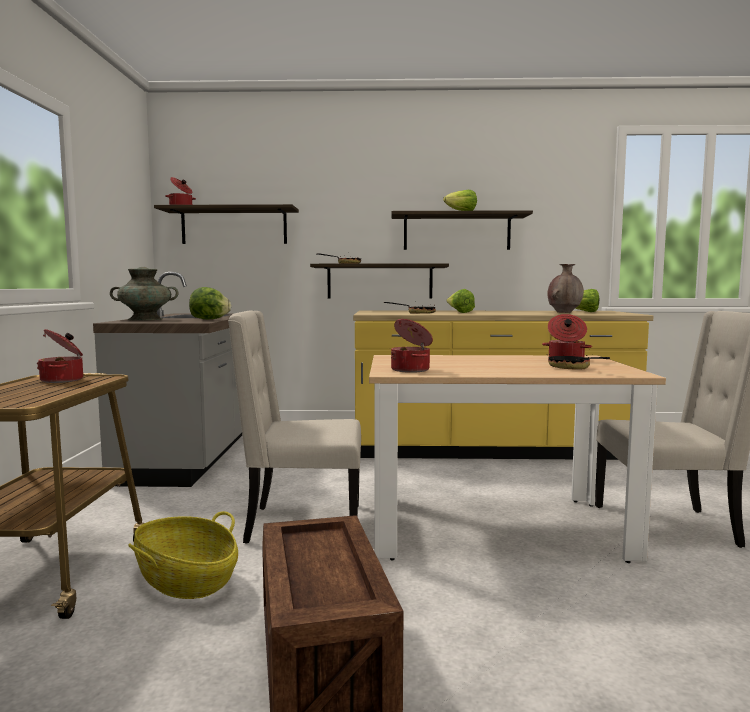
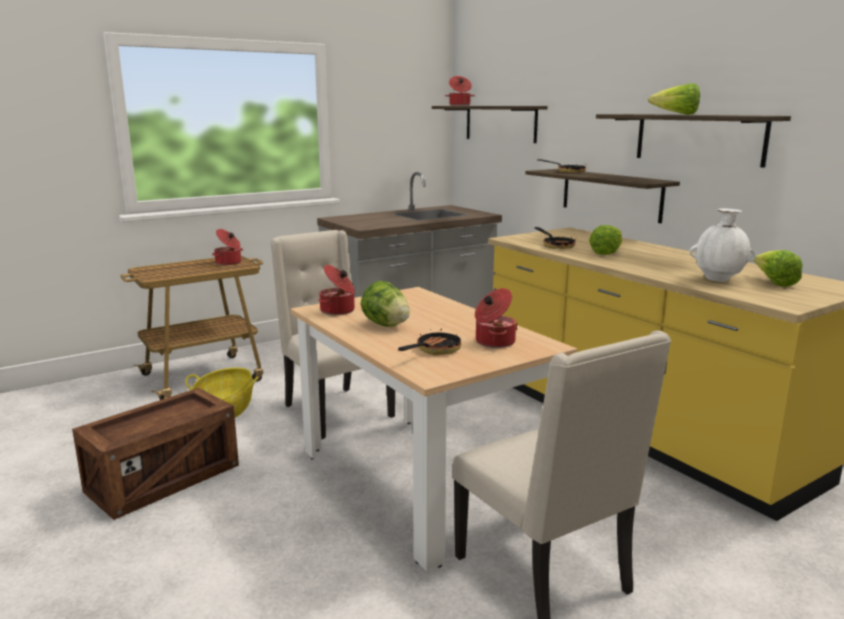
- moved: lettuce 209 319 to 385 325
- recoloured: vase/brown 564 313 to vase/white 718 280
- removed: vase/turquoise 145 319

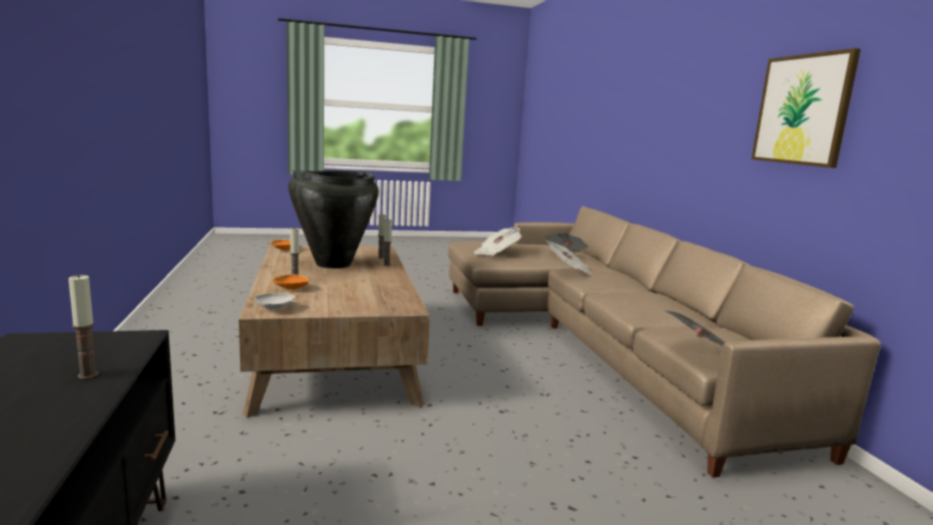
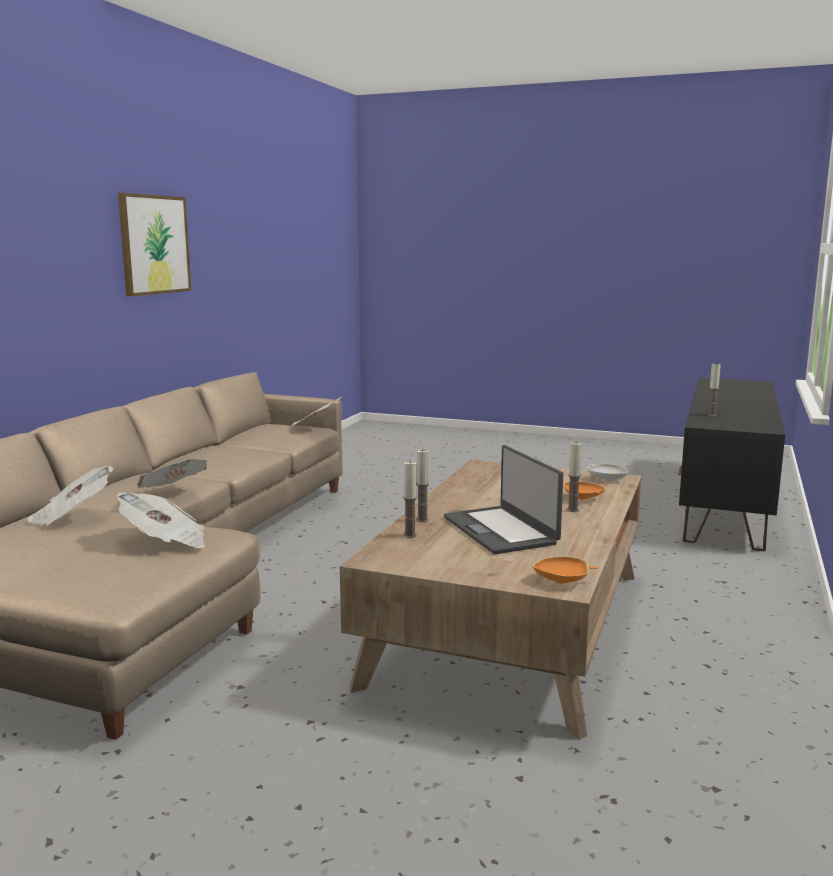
- replaced: vase/black 333 264 to laptop 501 530

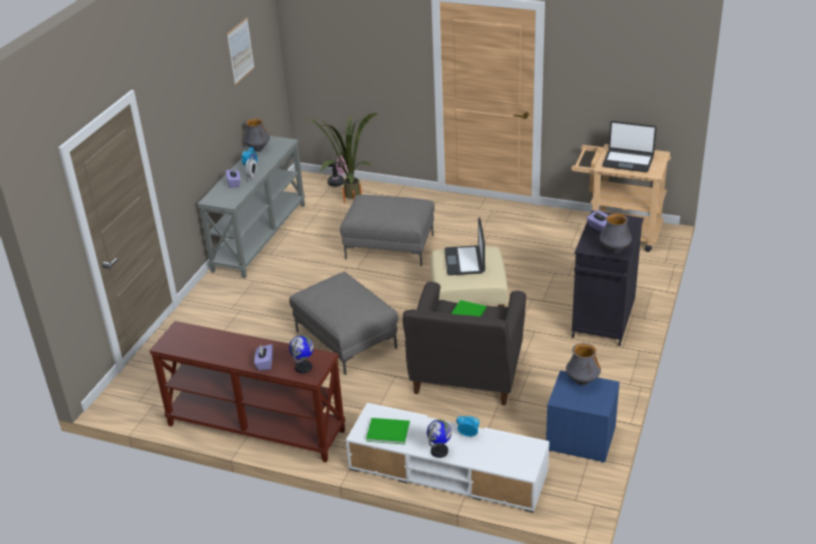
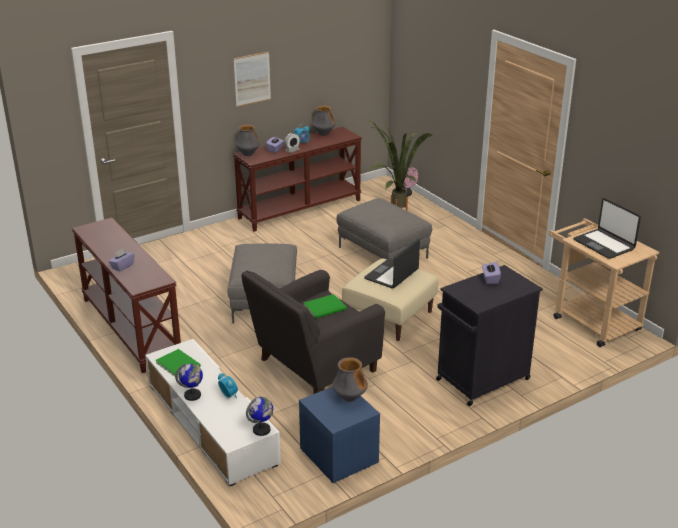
- moved: picture 240 51 to 252 79
- recoloured: console table/grey 259 237 to console table/brown 300 209
- moved: vase 614 250 to 248 154
- moved: globe 304 367 to 261 430

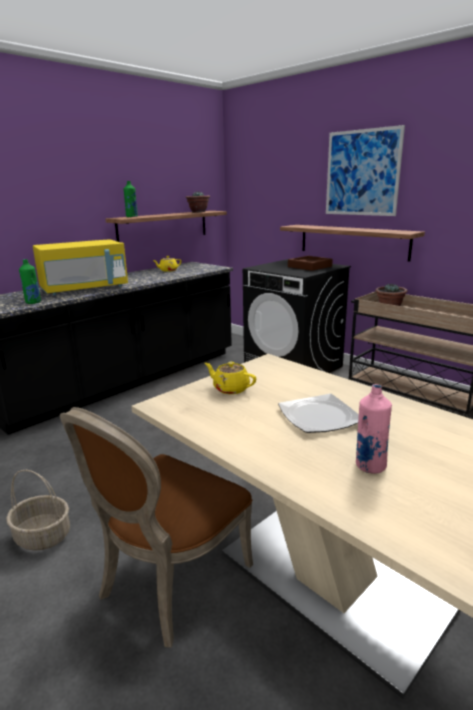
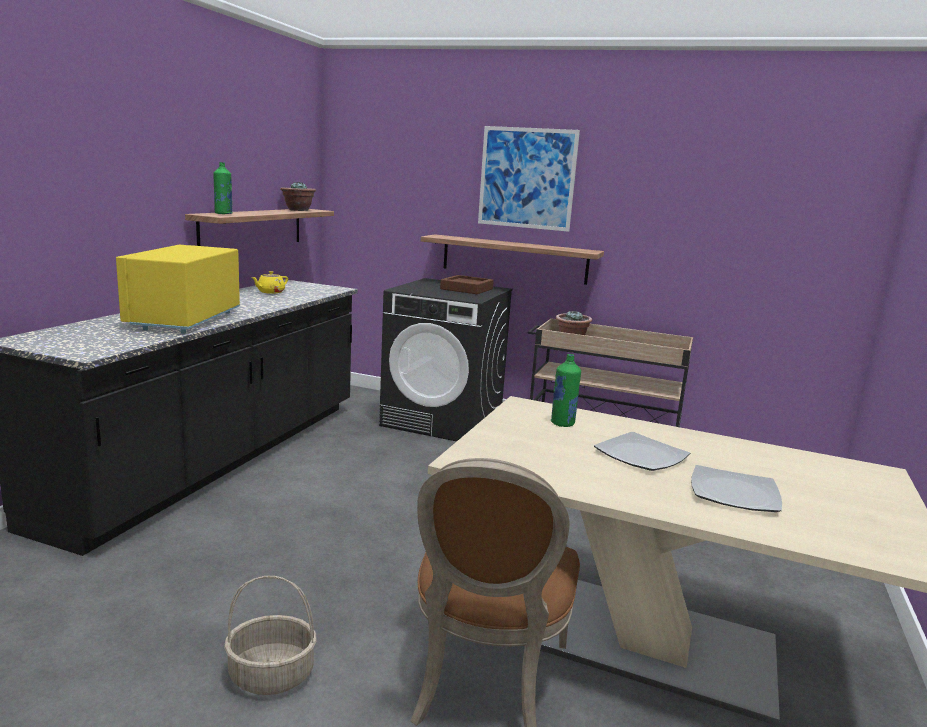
- turned: microwave/yellow 85 289 = 184 319 150 degrees clockwise
- moved: bottle/green 33 302 to 562 423
- replaced: bottle/pink 370 466 to plate 733 492
- removed: teapot/yellow 230 389

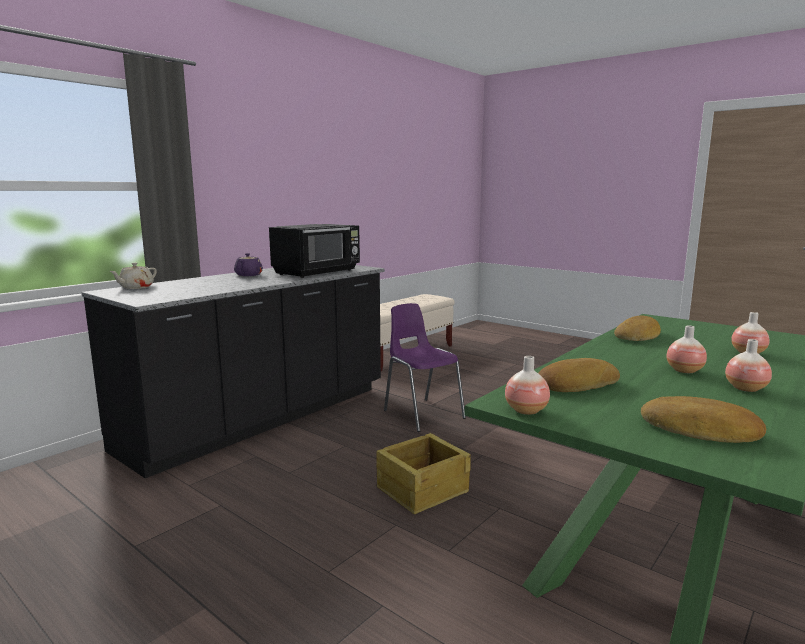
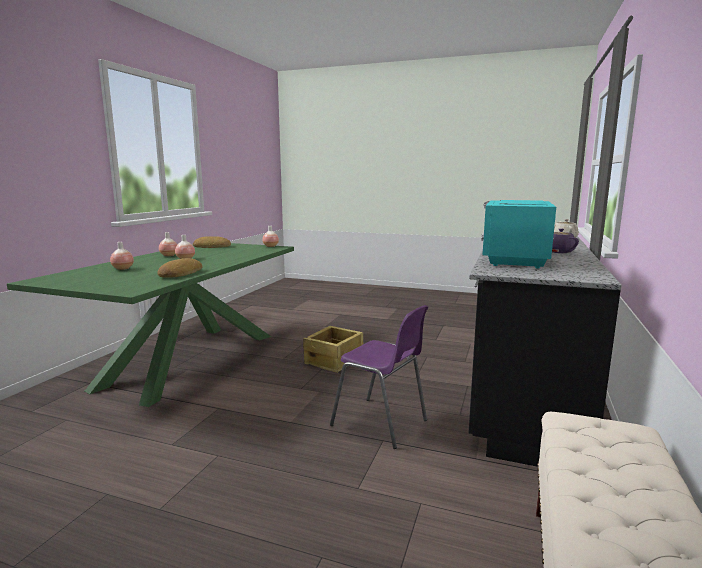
- recoloured: microwave/black 318 272 to microwave/turquoise 513 259
- removed: bread 575 384

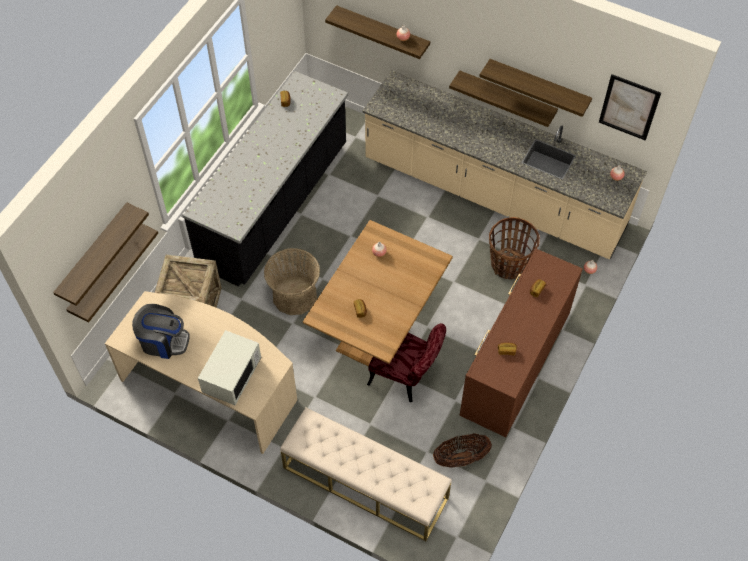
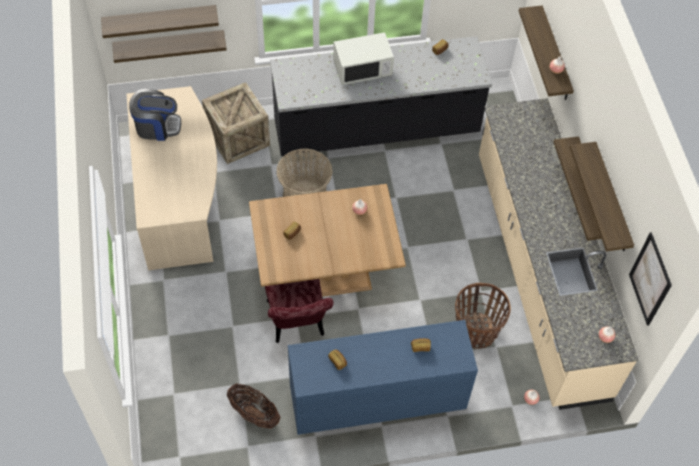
- turned: coffee machine 163 341 = 157 126 60 degrees counterclockwise
- recoloured: dresser/brown 514 366 to dresser/blue 376 399
- moved: microwave/white 232 375 to 362 69
- removed: bench/beige 365 483

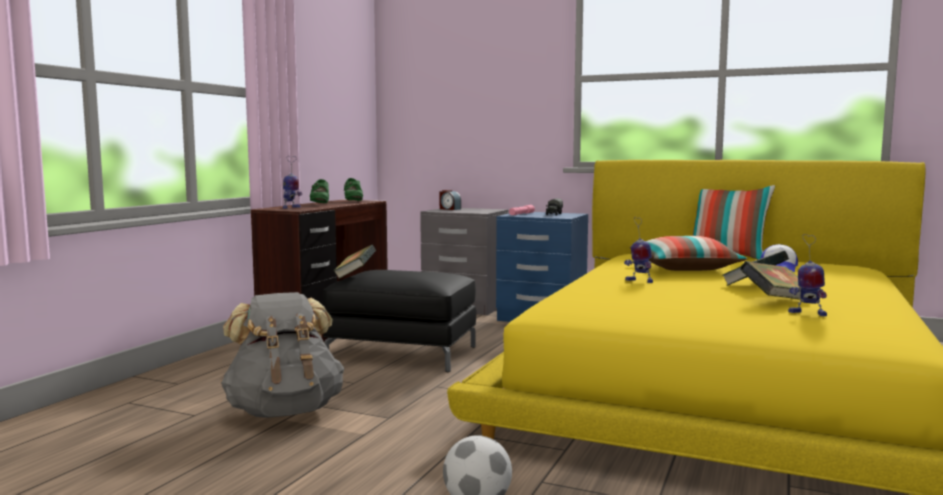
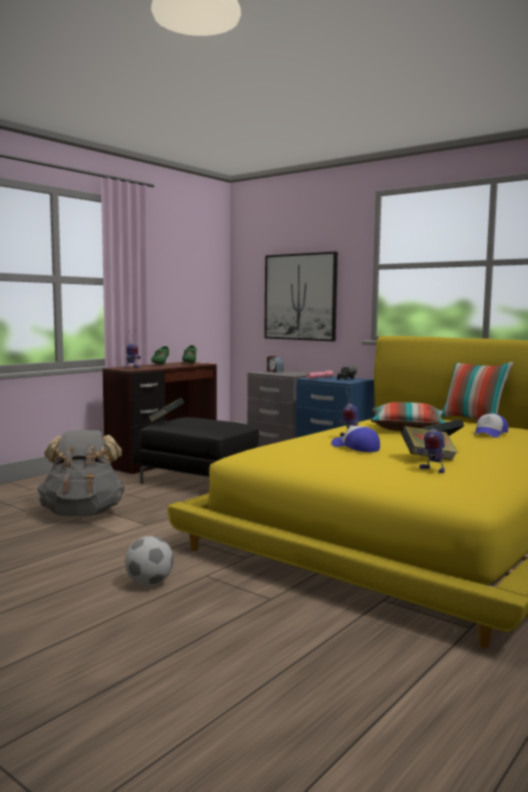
- added: picture 300 297
- added: cap 355 447

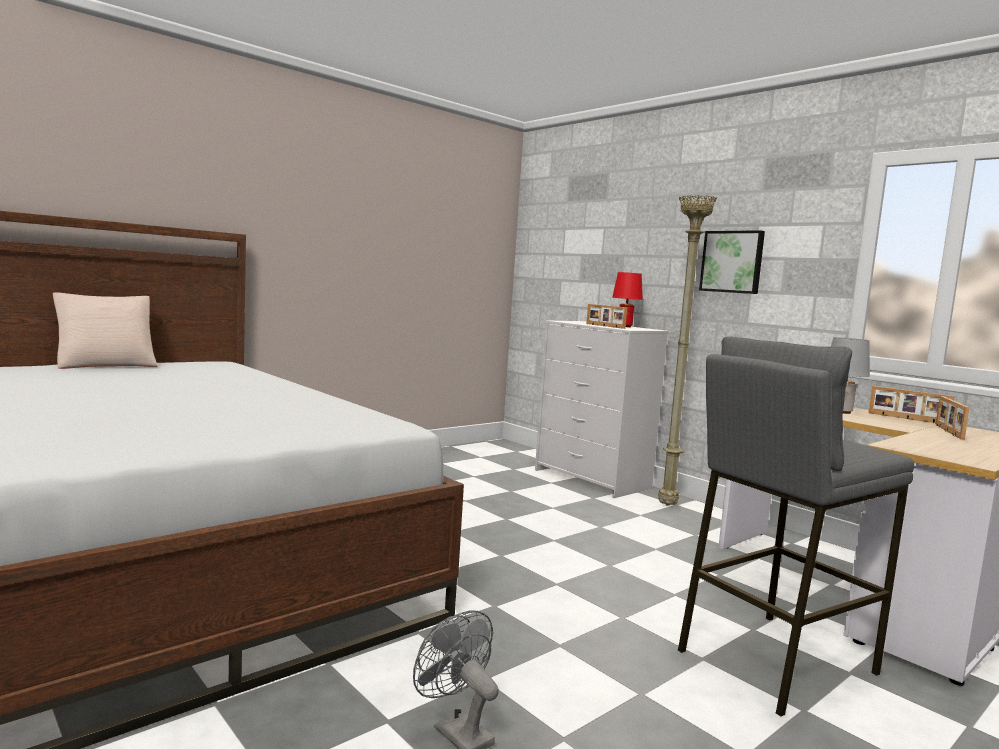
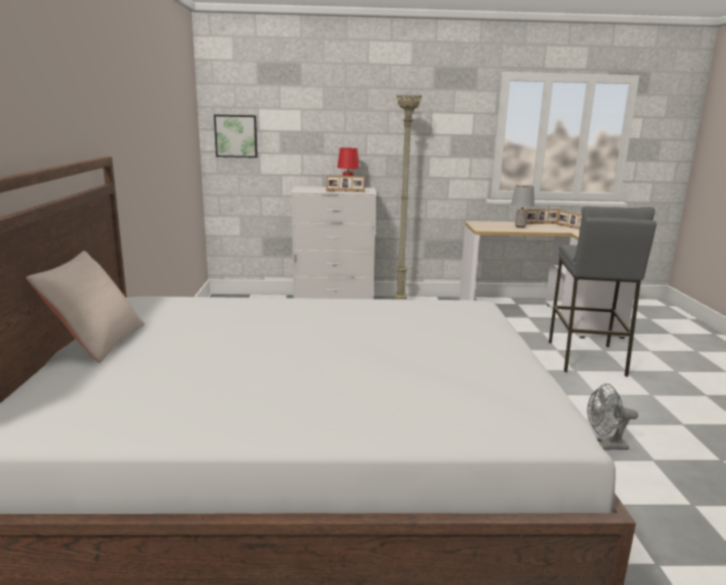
- moved: picture 732 262 to 236 136

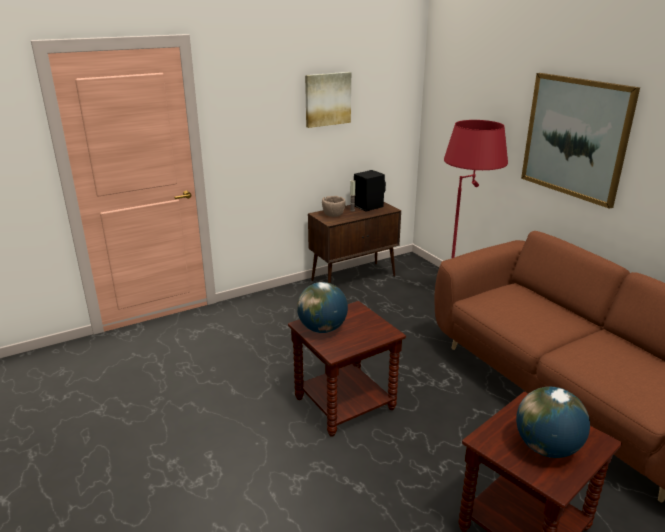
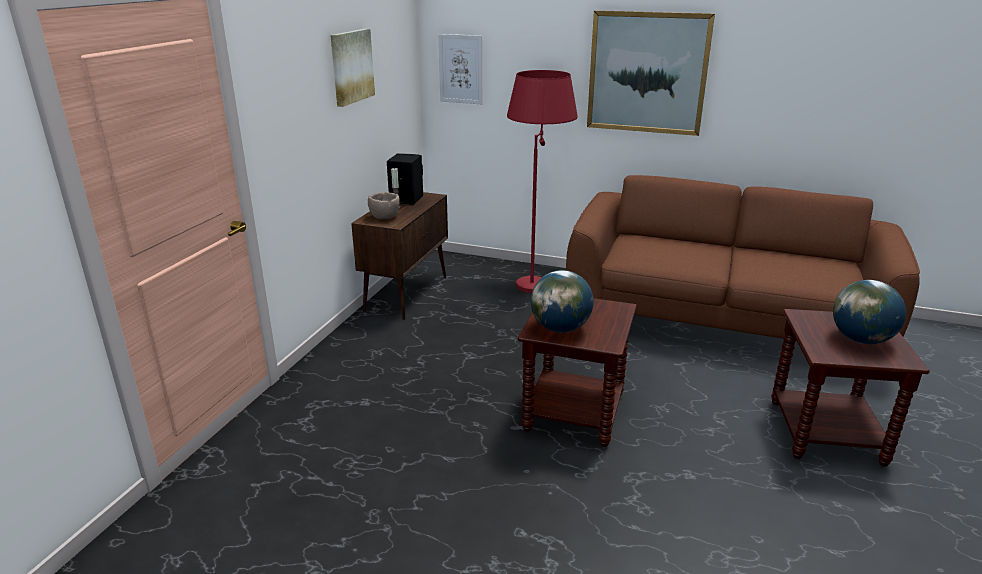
- added: picture 460 69

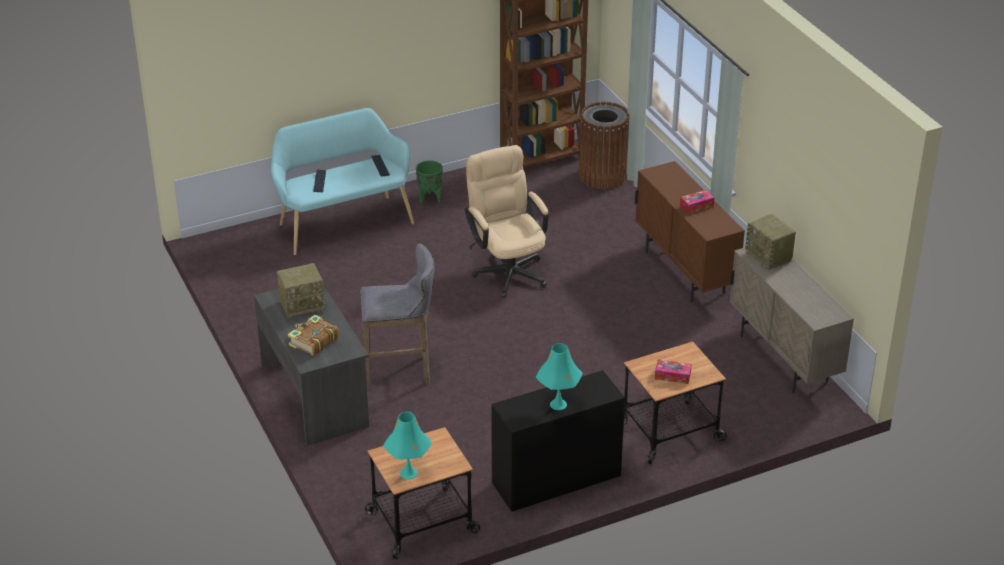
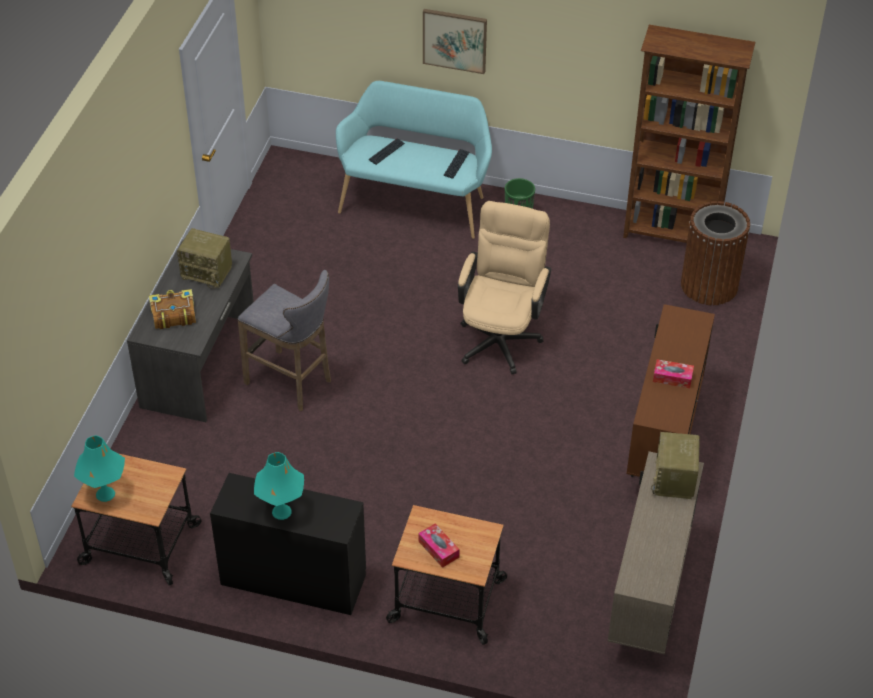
- added: picture 455 40

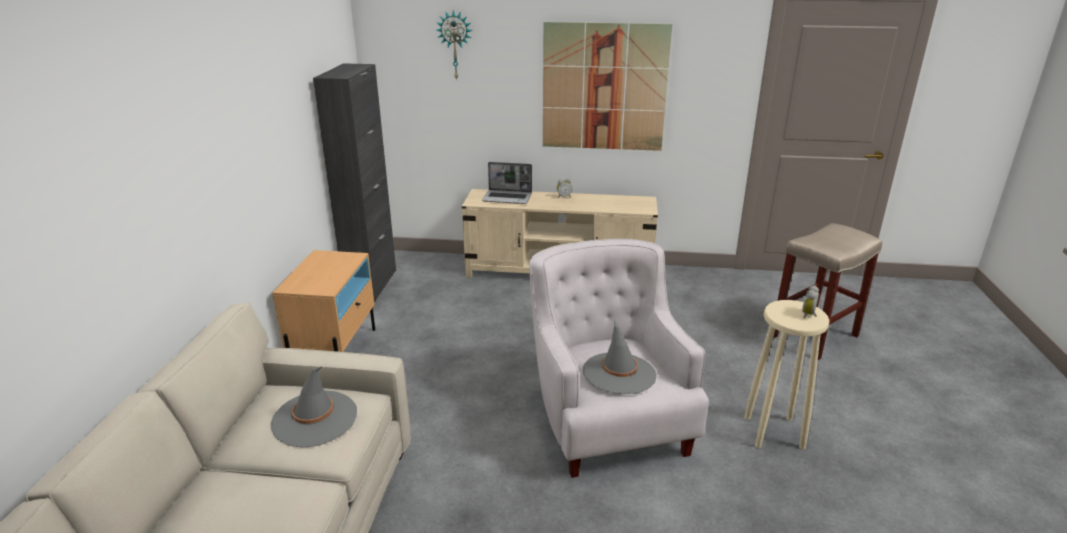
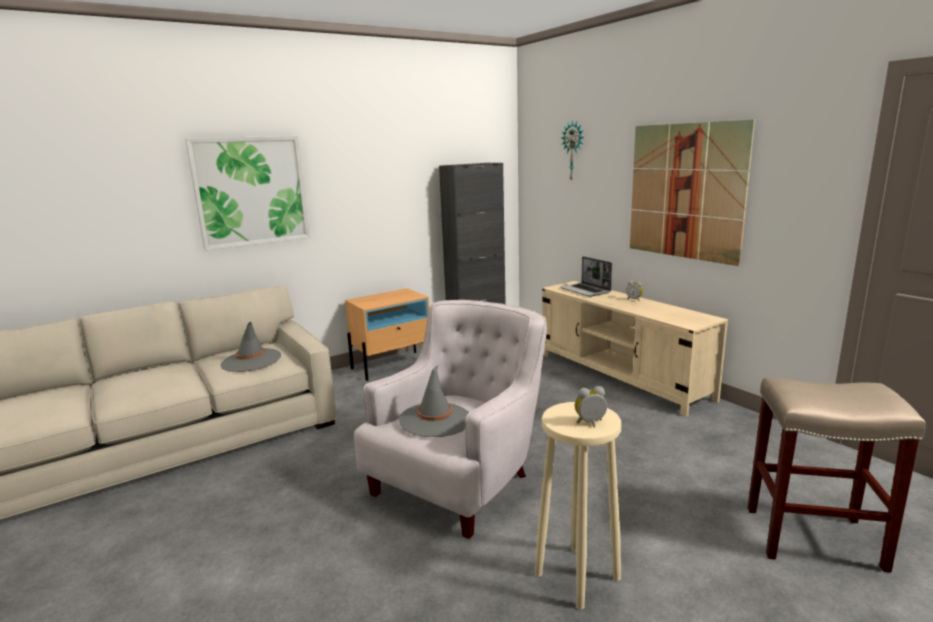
- added: picture 251 191

